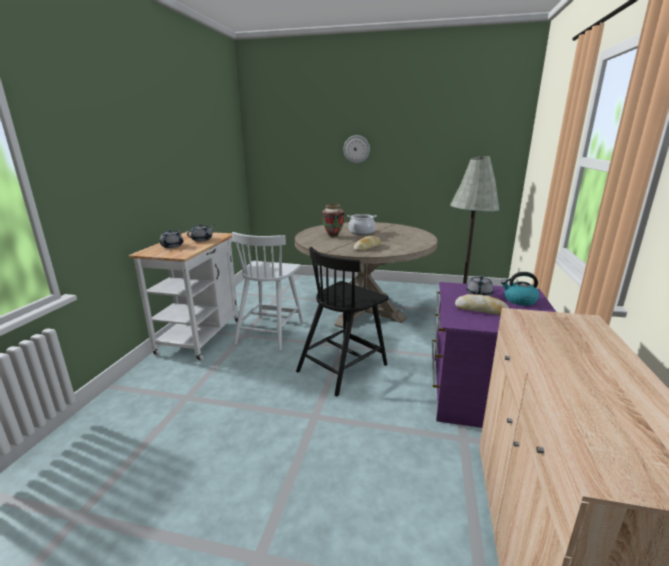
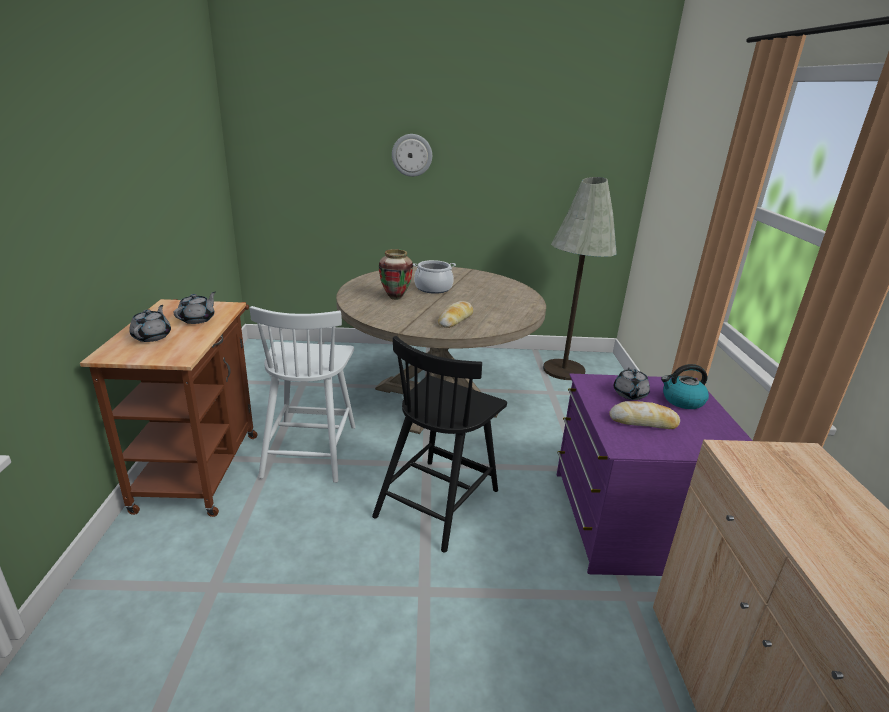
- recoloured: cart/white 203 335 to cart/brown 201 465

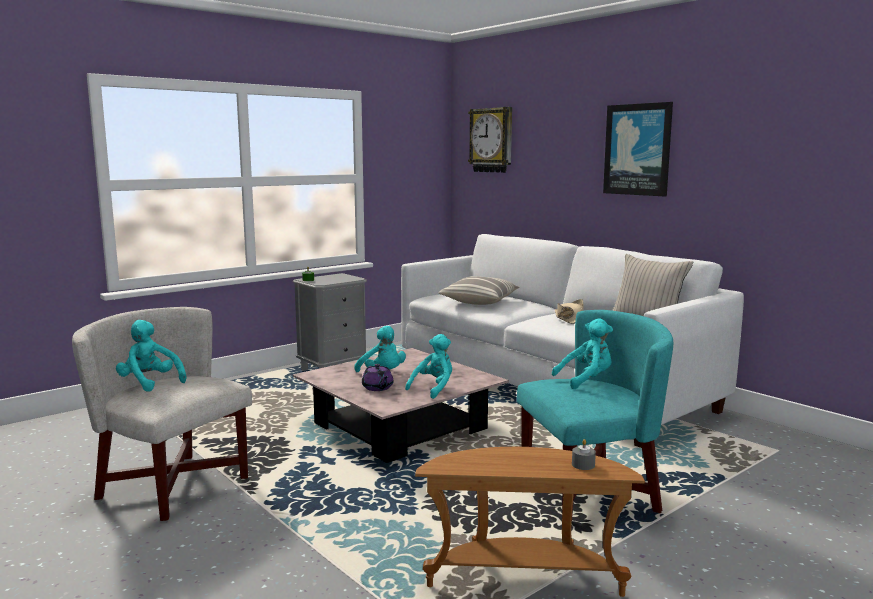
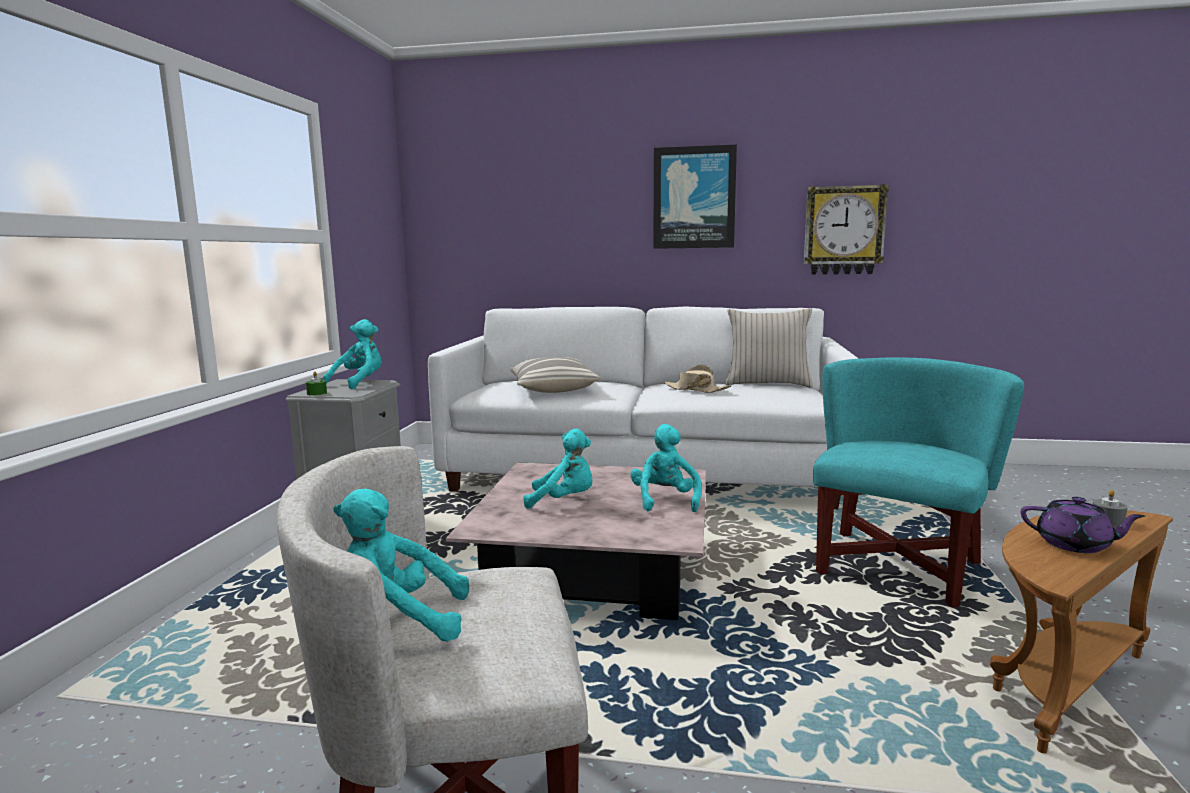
- moved: plush toy/turquoise 586 380 to 359 383
- moved: wall clock 492 140 to 843 230
- moved: teapot/purple 377 388 to 1074 545

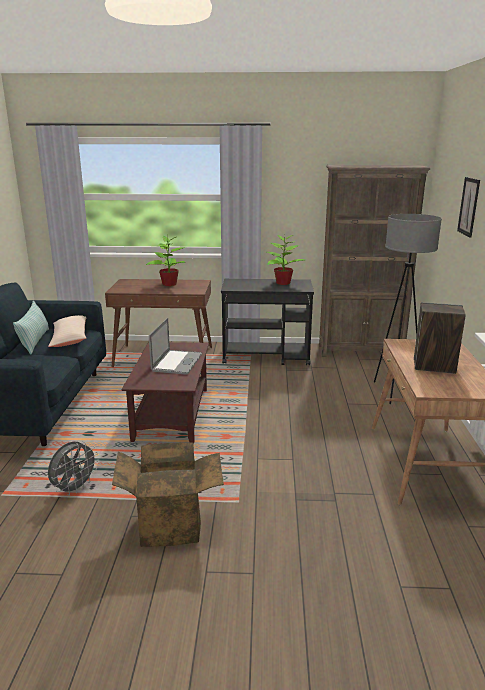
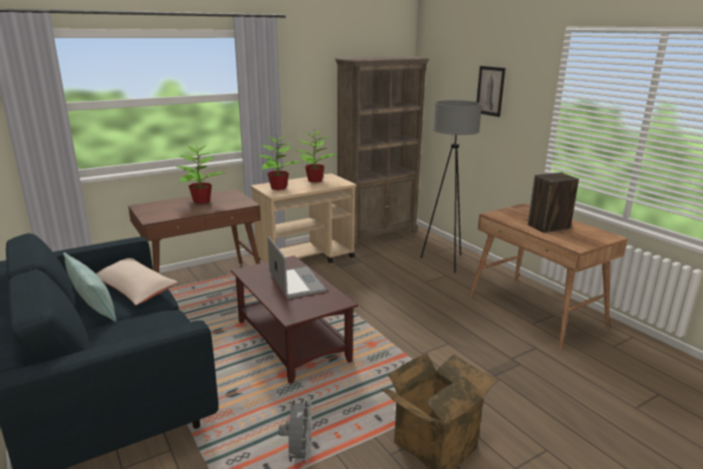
- recoloured: cart/black 266 356 to cart/beige 306 258
- added: potted plant 278 188

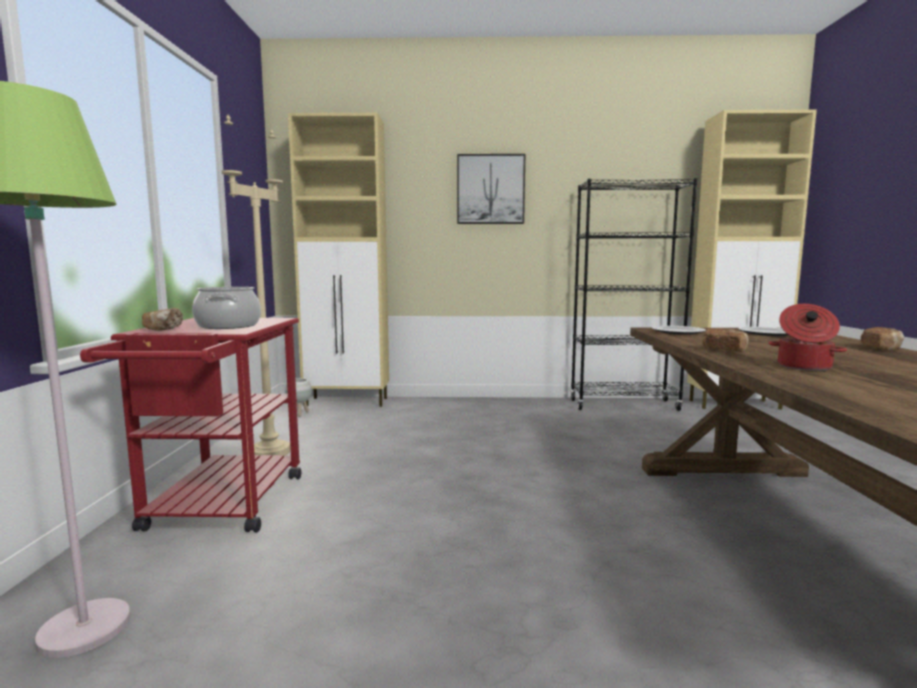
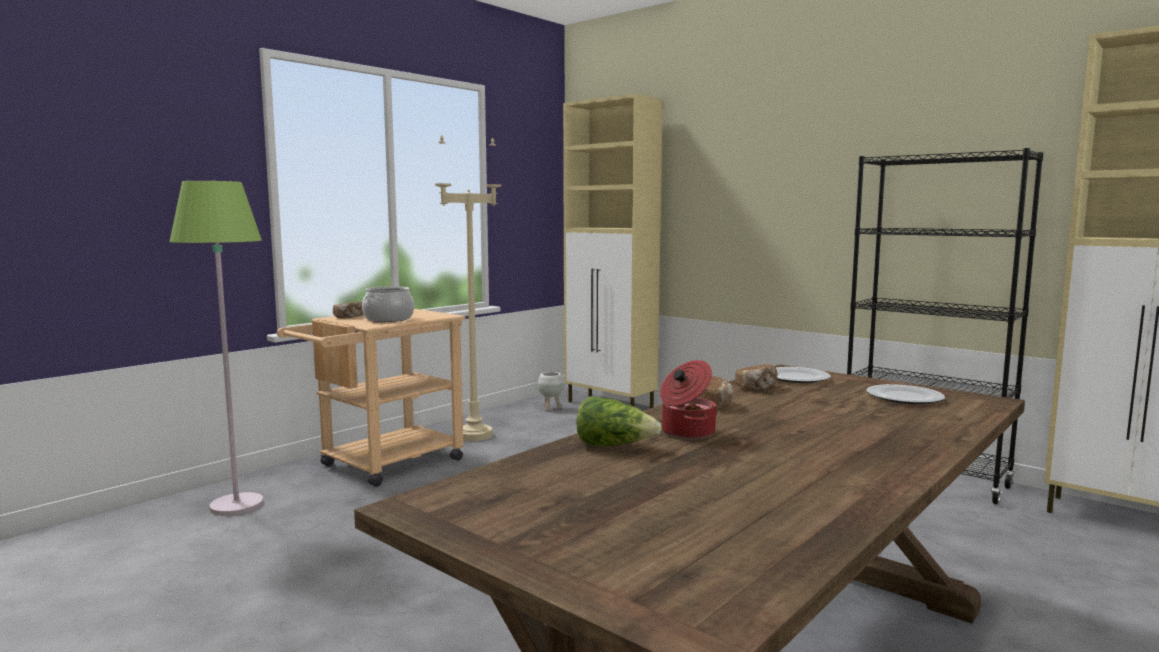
- recoloured: cart/red 220 508 to cart/beige 382 465
- added: lettuce 614 446
- moved: bread 882 348 to 757 388
- removed: picture 490 189

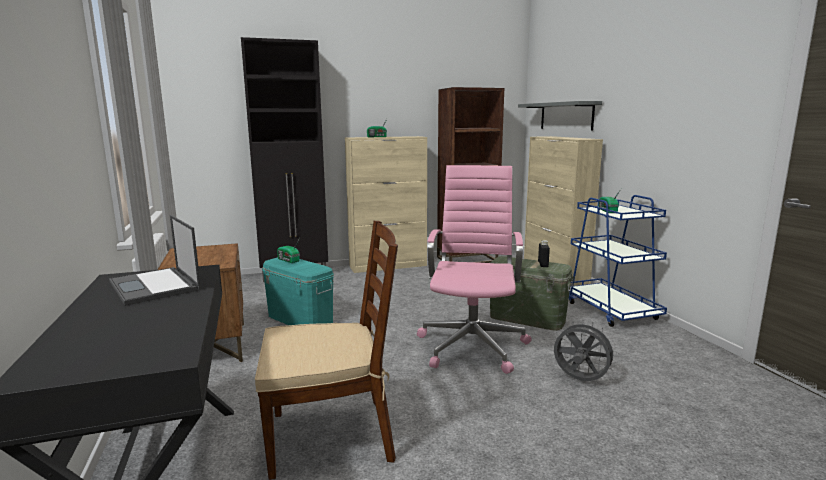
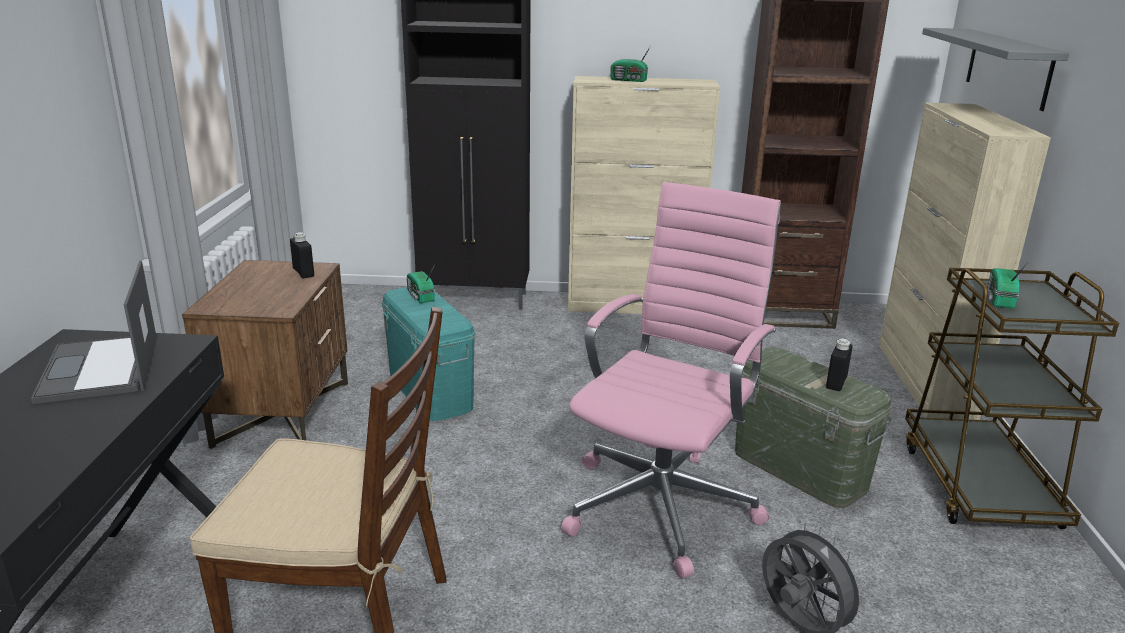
- added: bottle/black 303 273
- recoloured: cart/blue 610 310 to cart/brown 978 485

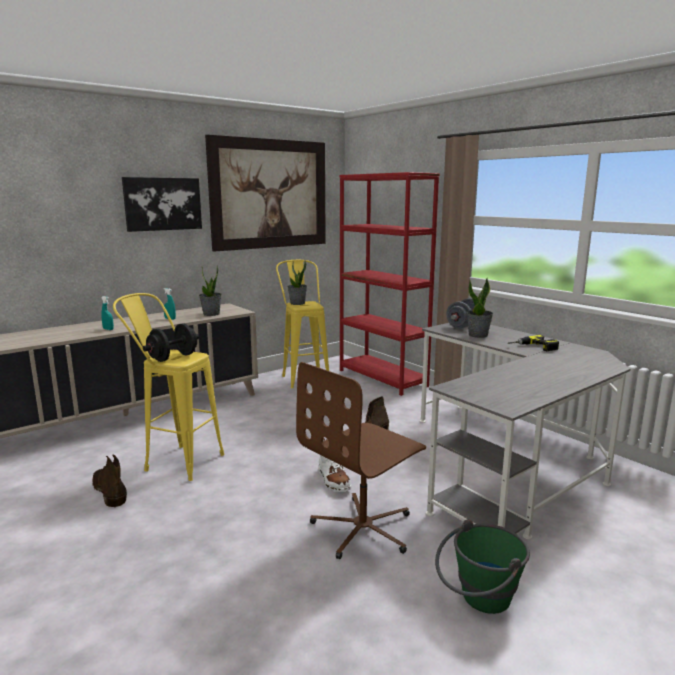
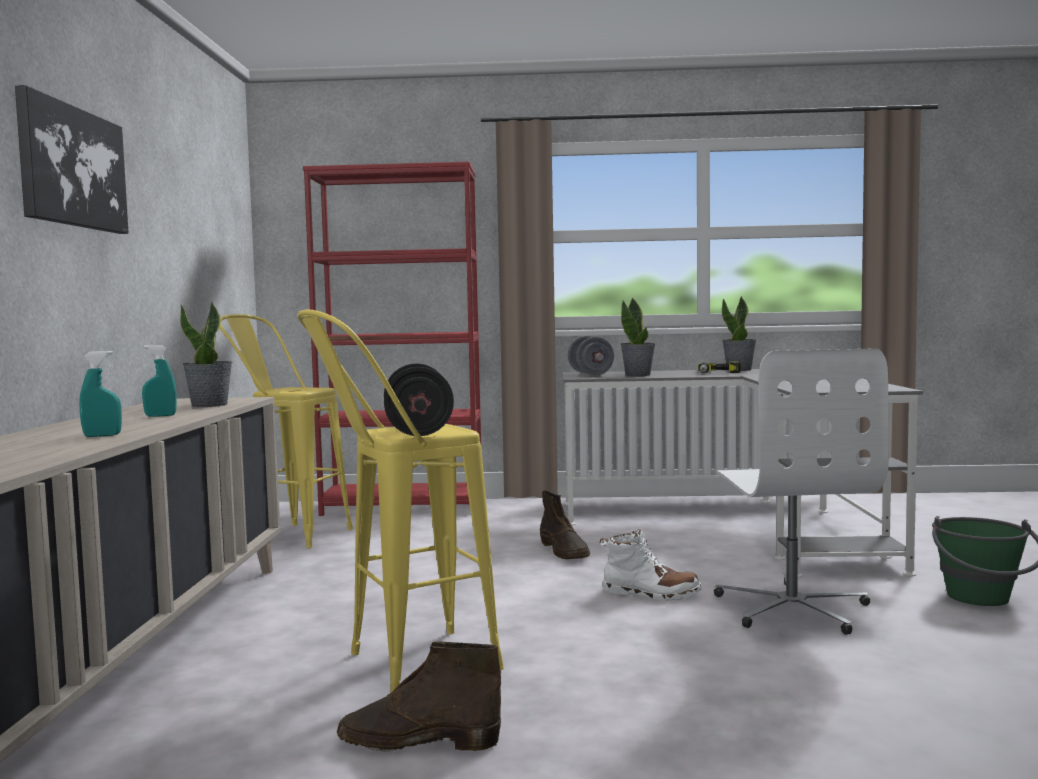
- recoloured: office chair/brown 364 528 to office chair/white 792 608
- moved: potted plant 297 303 to 739 370
- removed: picture 270 194

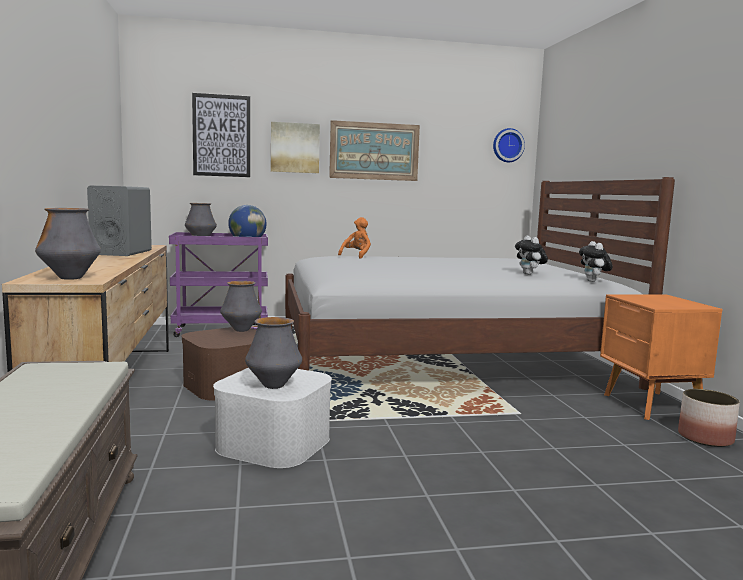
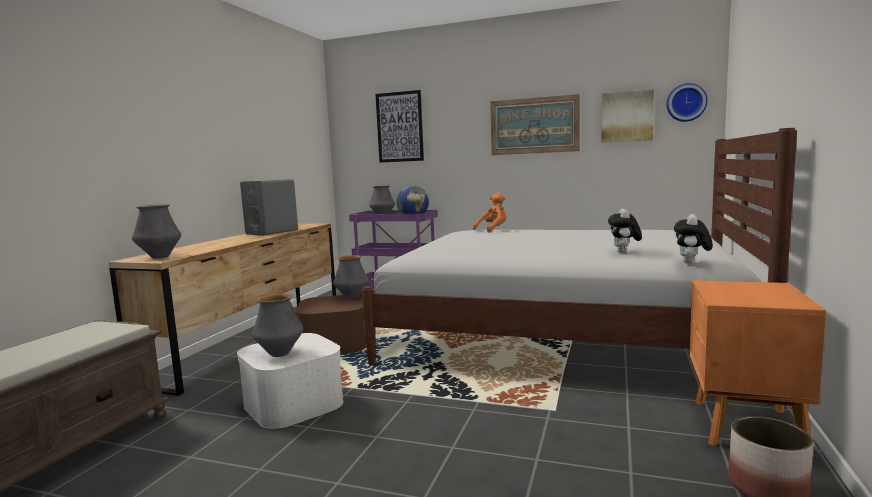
- moved: picture 295 148 to 627 117

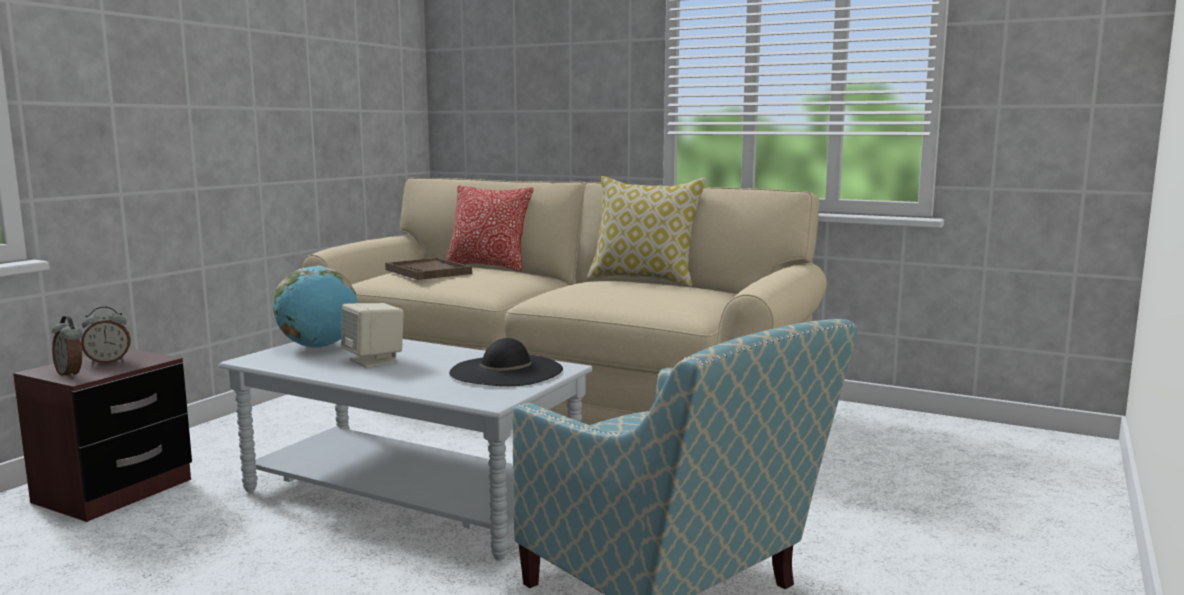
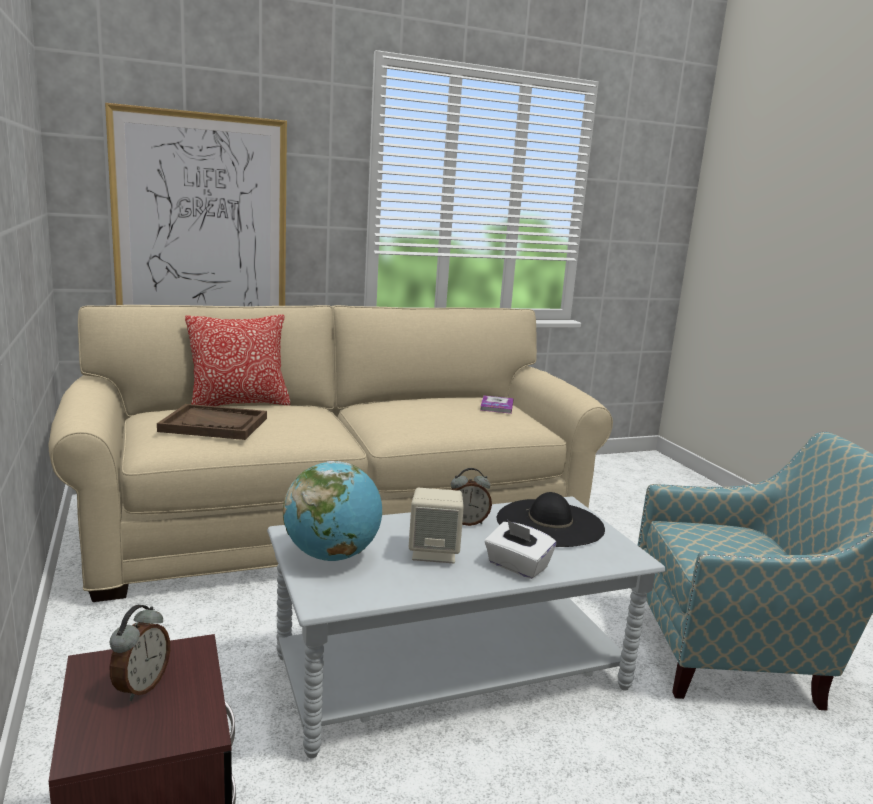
- added: picture 201 223
- moved: alarm clock 71 374 to 467 522
- added: book 496 406
- added: tissue box/white 517 566
- removed: pillow 644 280

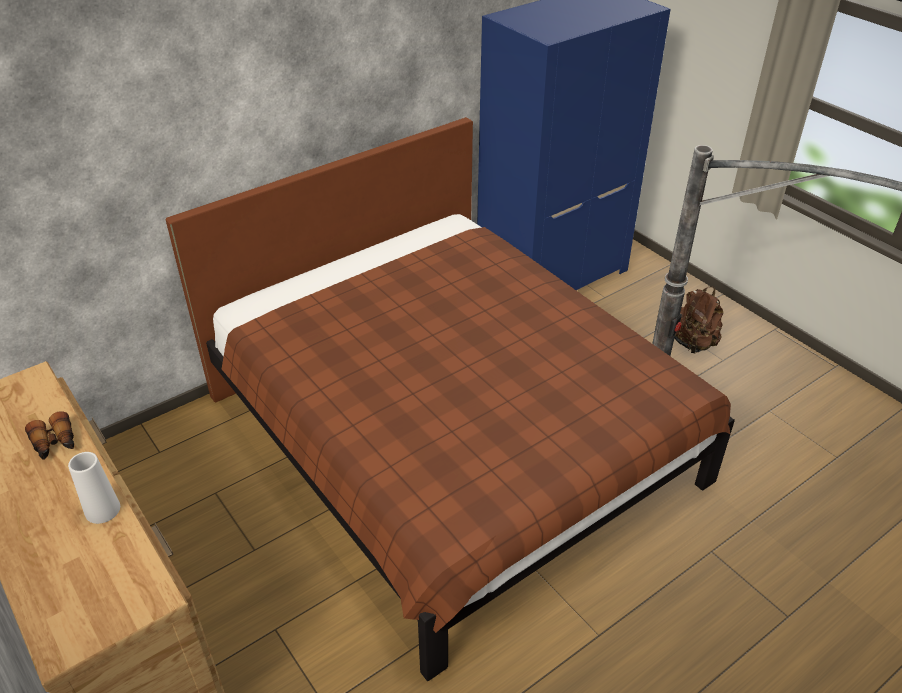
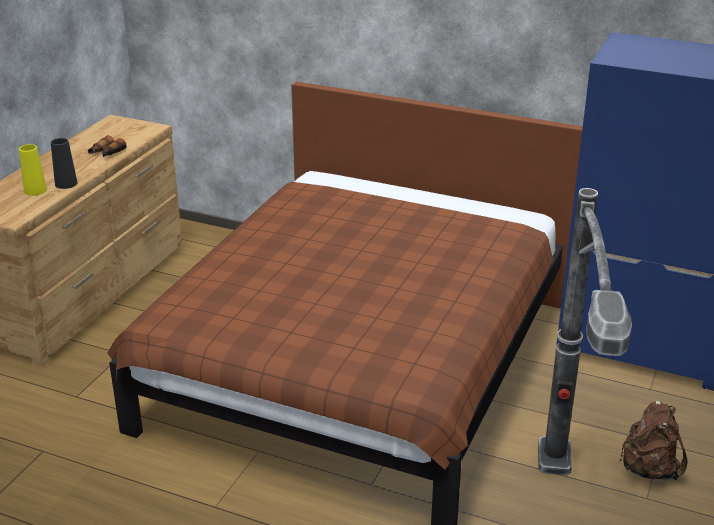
- added: vase/yellow 35 190
- recoloured: vase/white 102 510 to vase/black 66 184

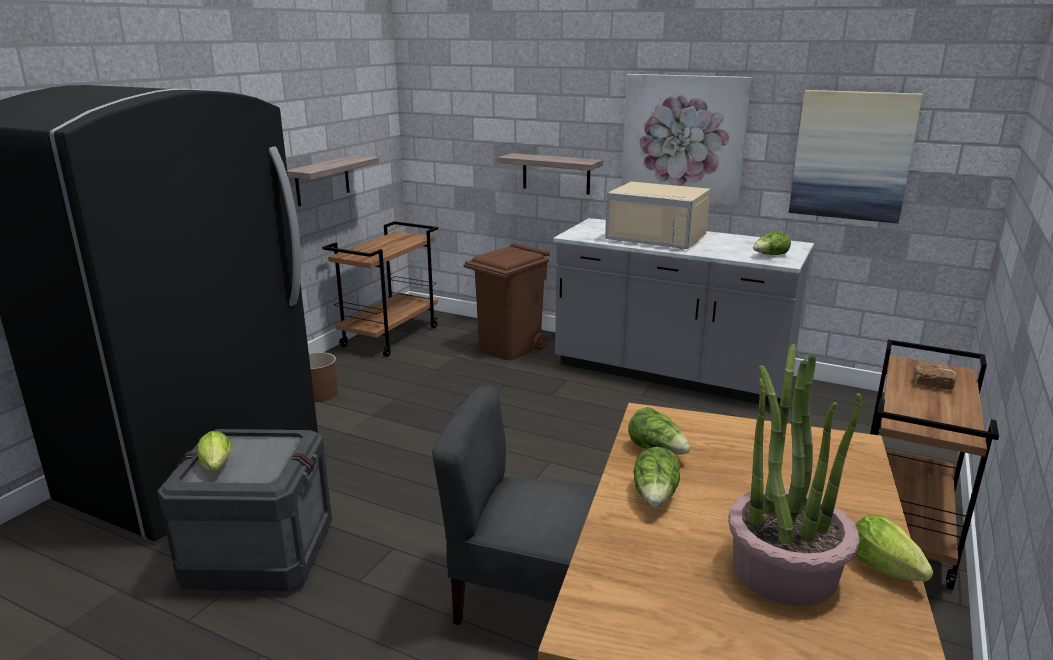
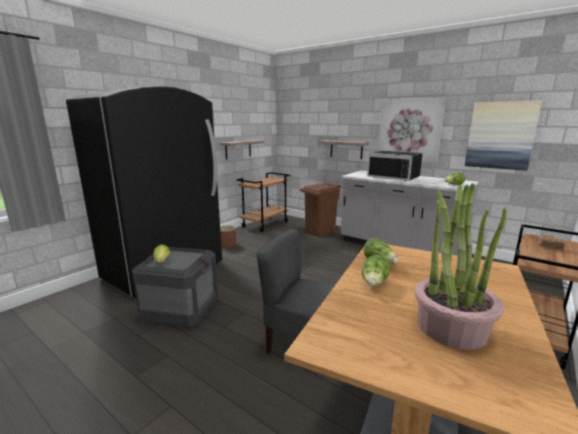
- recoloured: microwave/beige 659 237 to microwave/black 395 177
- removed: lettuce 888 571

